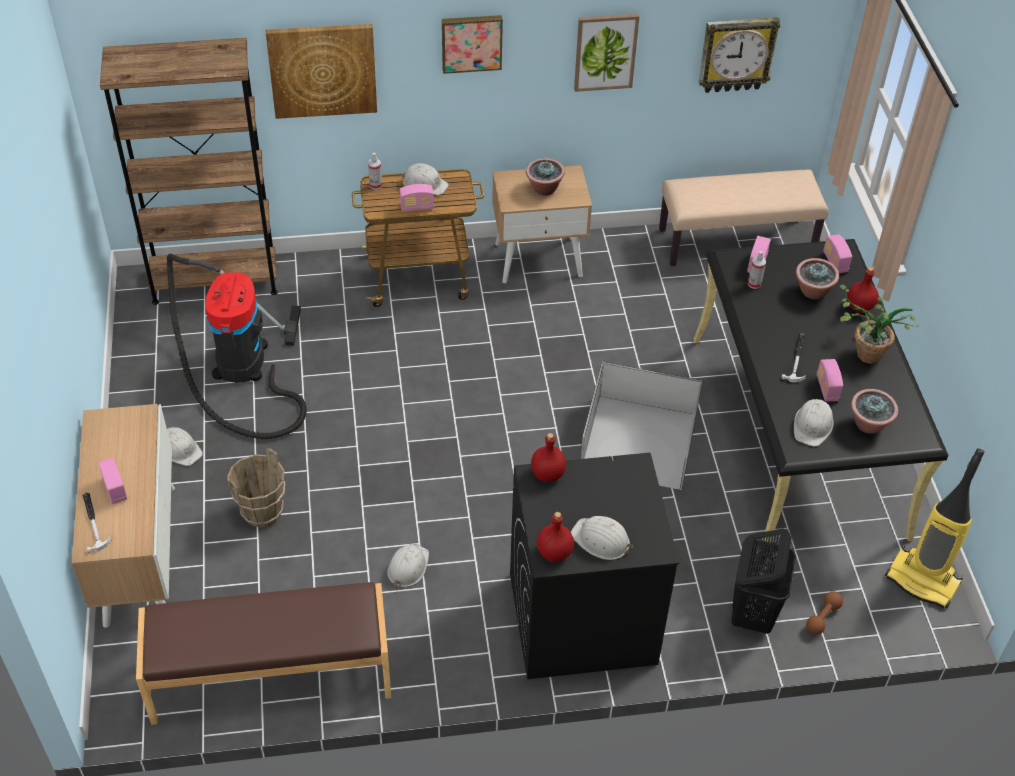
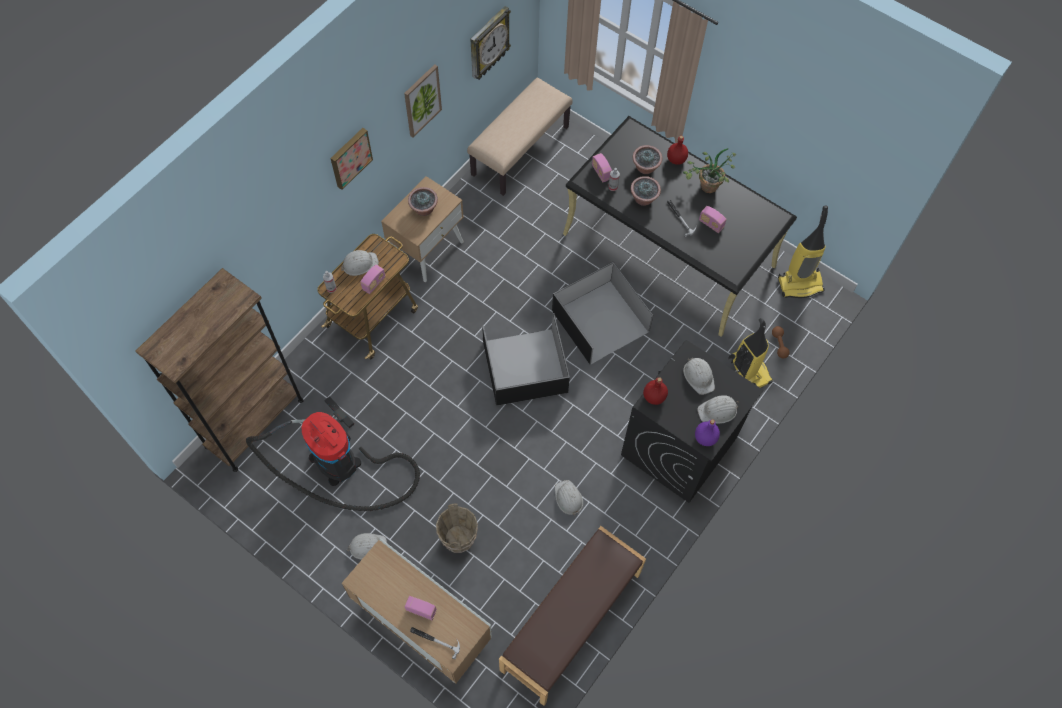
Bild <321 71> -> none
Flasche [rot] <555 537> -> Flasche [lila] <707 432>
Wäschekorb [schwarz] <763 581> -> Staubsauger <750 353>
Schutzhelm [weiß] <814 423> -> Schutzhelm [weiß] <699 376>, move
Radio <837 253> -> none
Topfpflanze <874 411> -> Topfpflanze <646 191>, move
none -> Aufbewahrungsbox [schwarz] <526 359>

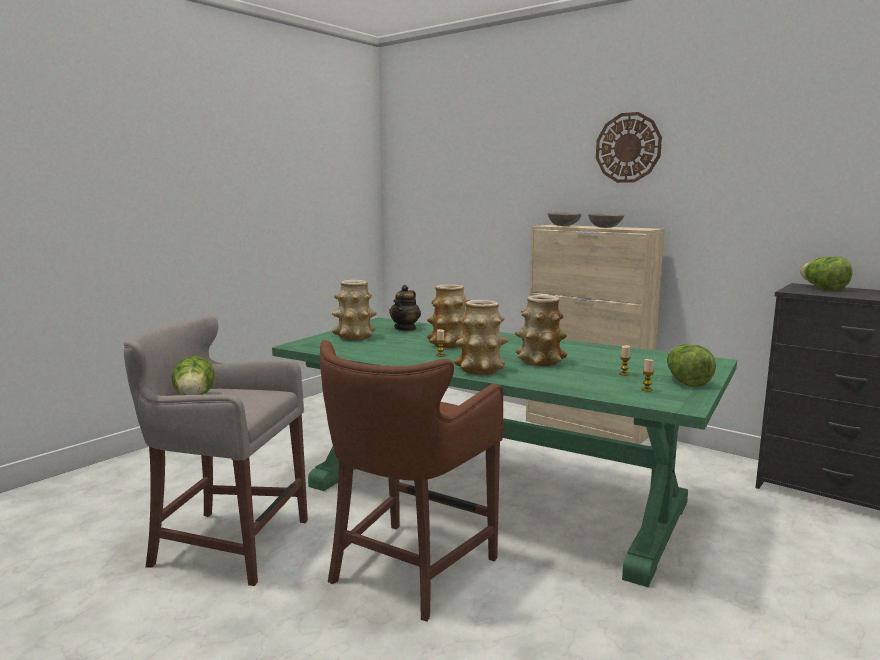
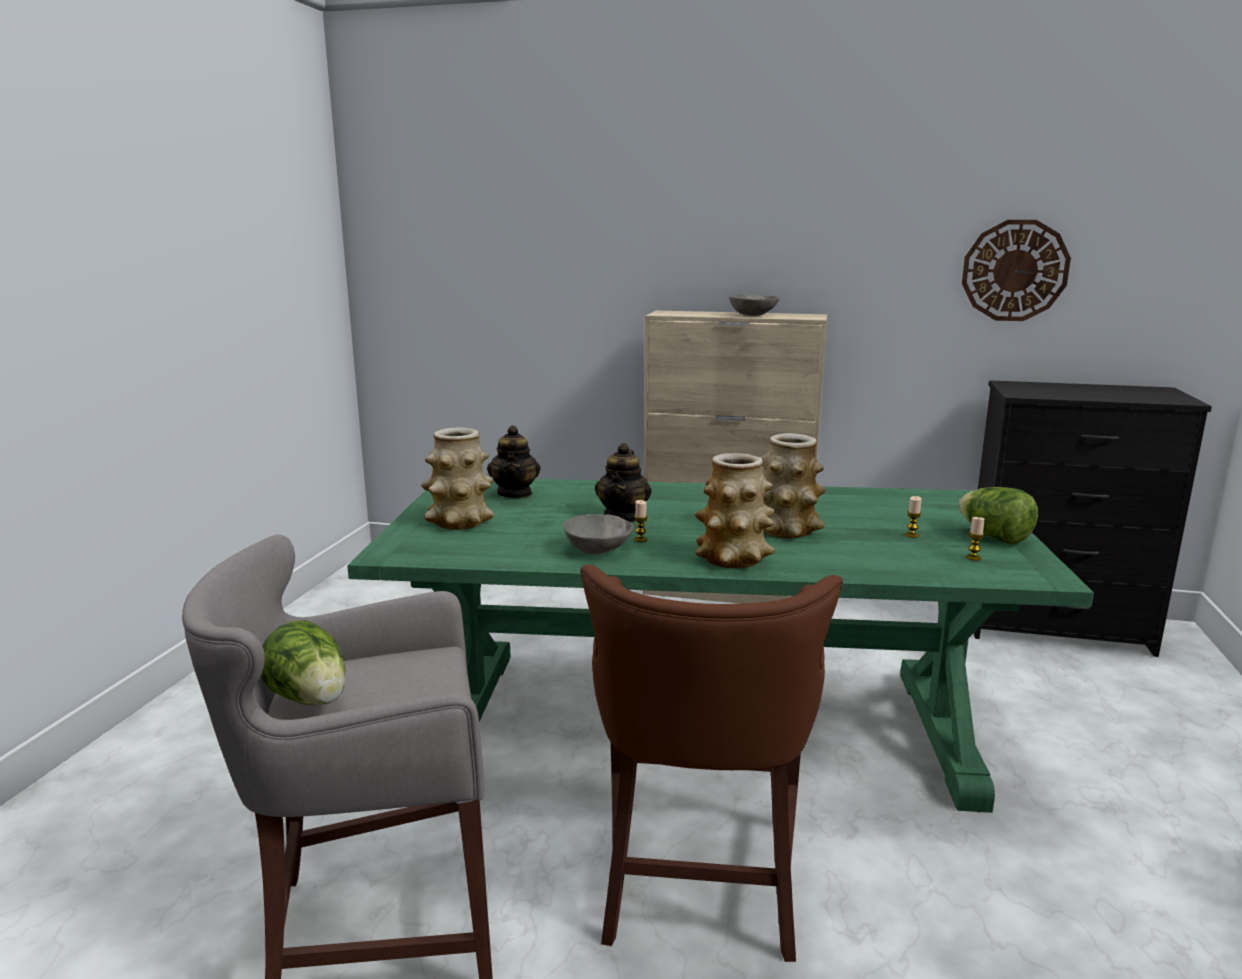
Vase <448 316> -> Teekanne <623 482>
Schüssel [grau] <564 219> -> Schüssel [grau] <598 534>, move
Wanduhr <629 147> -> Wanduhr <1016 270>, move
Salatkopf <826 273> -> none

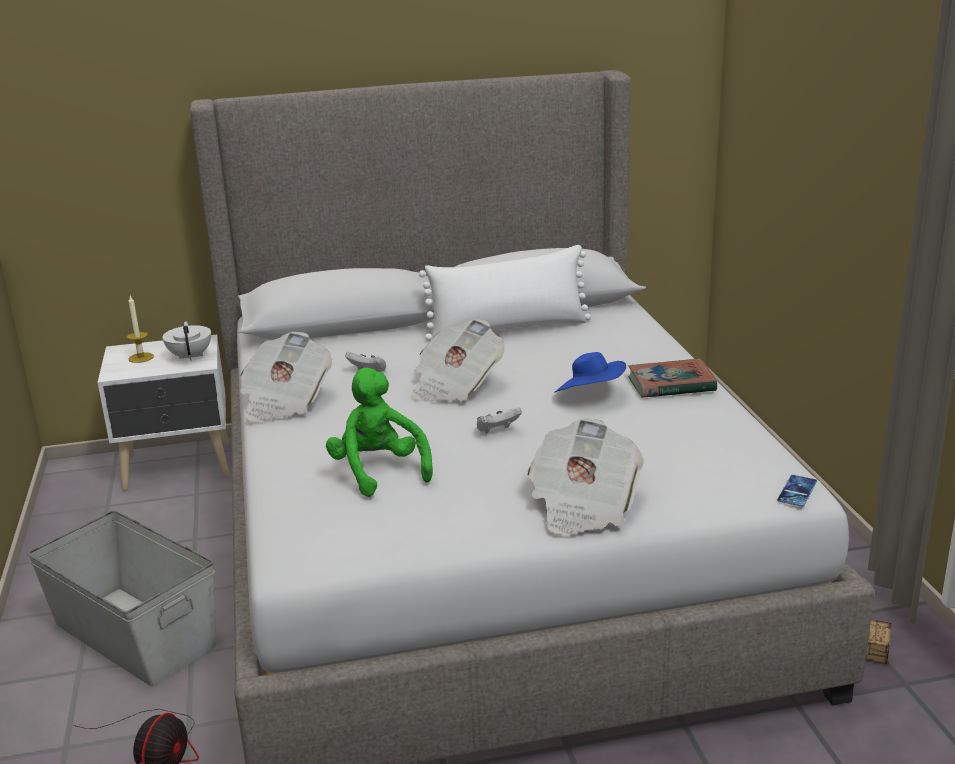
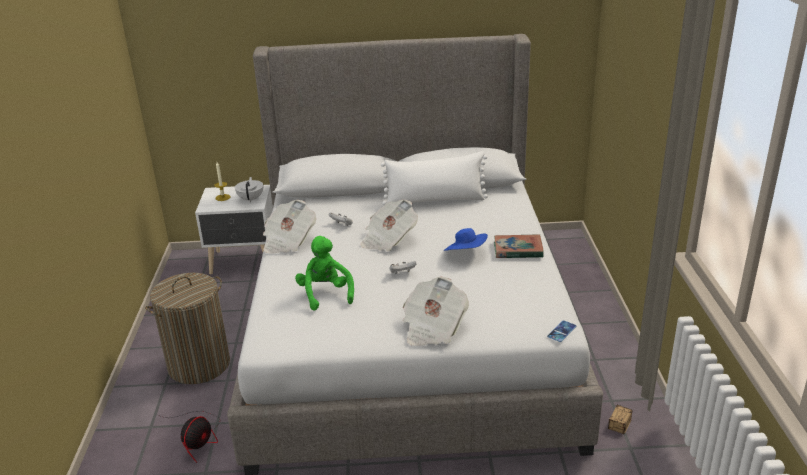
Aufbewahrungsbox [grau] <121 598> -> Wäschekorb <187 328>

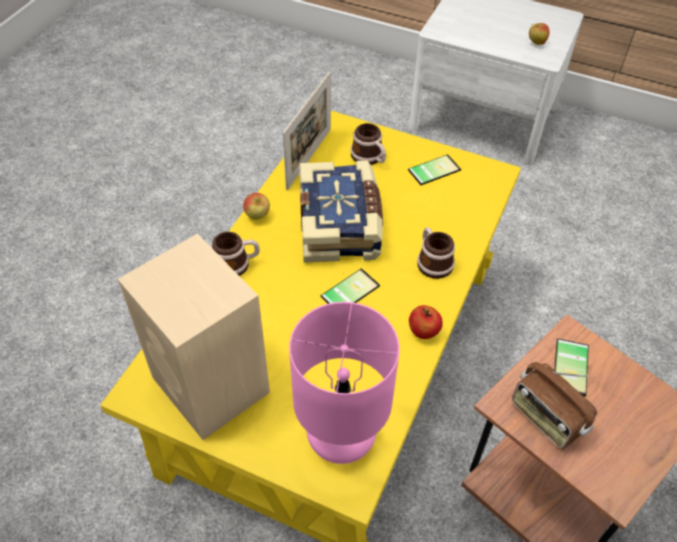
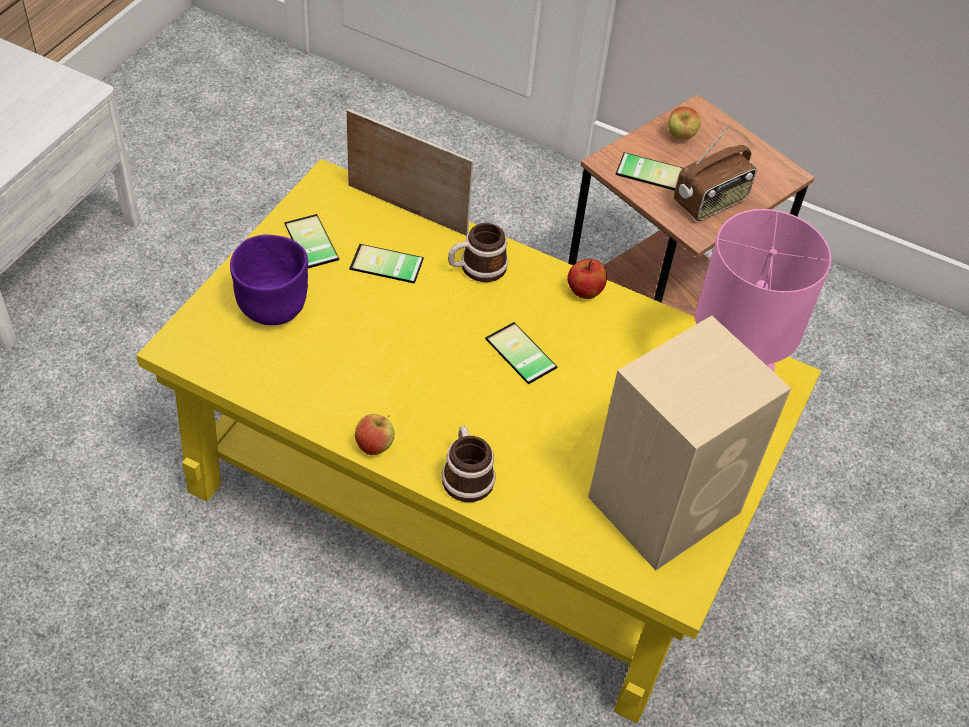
Bilderrahmen <307 130> -> Bilderrahmen <410 172>, move
Buch <341 211> -> none
Henkelbecher <368 144> -> Schüssel [lila] <269 279>
Apfel <539 34> -> Apfel <684 123>, move
none -> Handy <387 264>

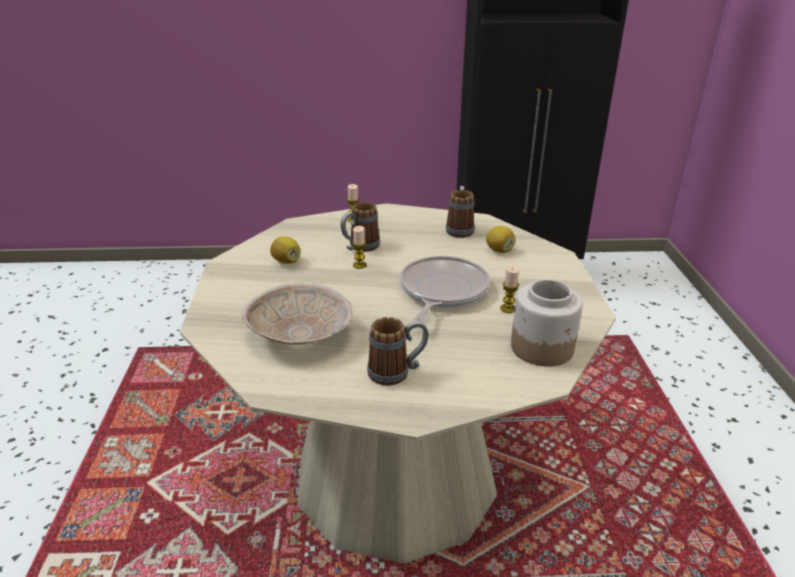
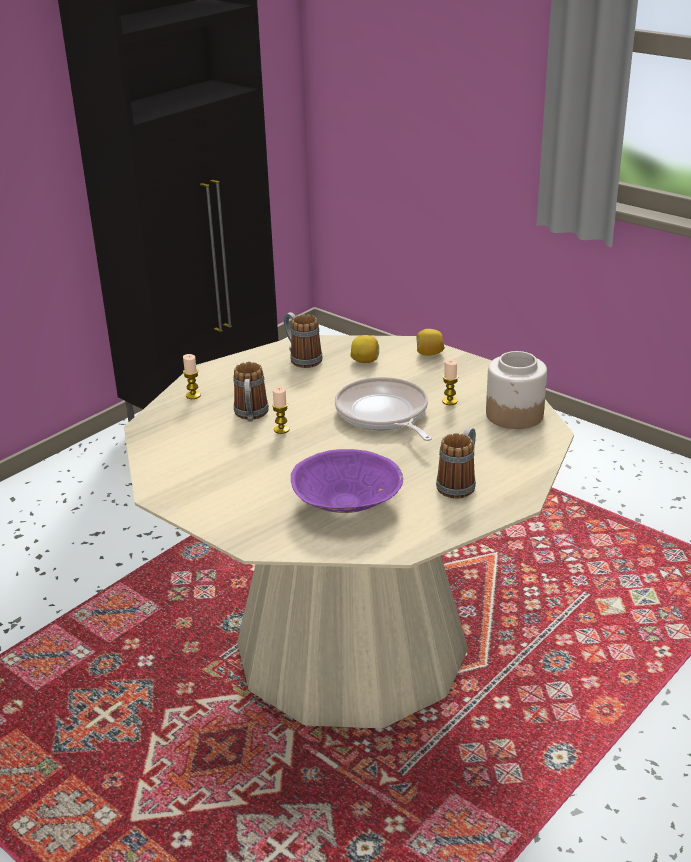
Schüssel [beige] <297 314> -> Schüssel [lila] <347 481>
Zitrone <285 250> -> Zitrone <431 342>, move

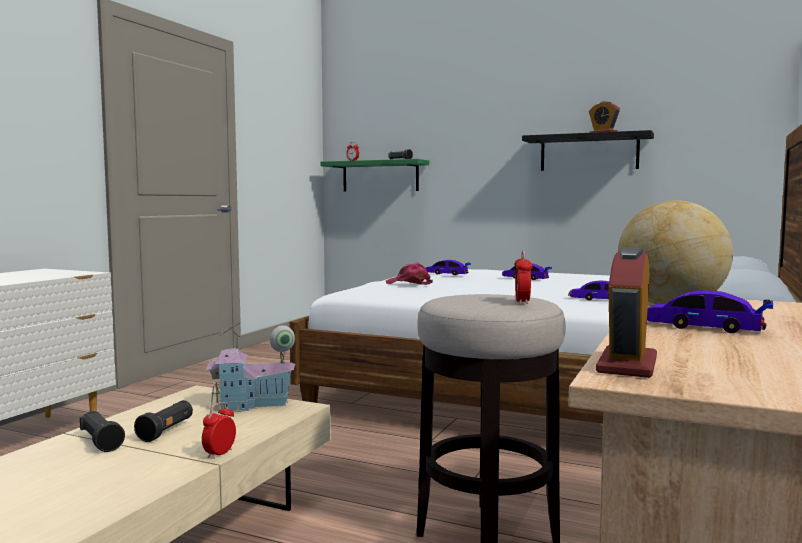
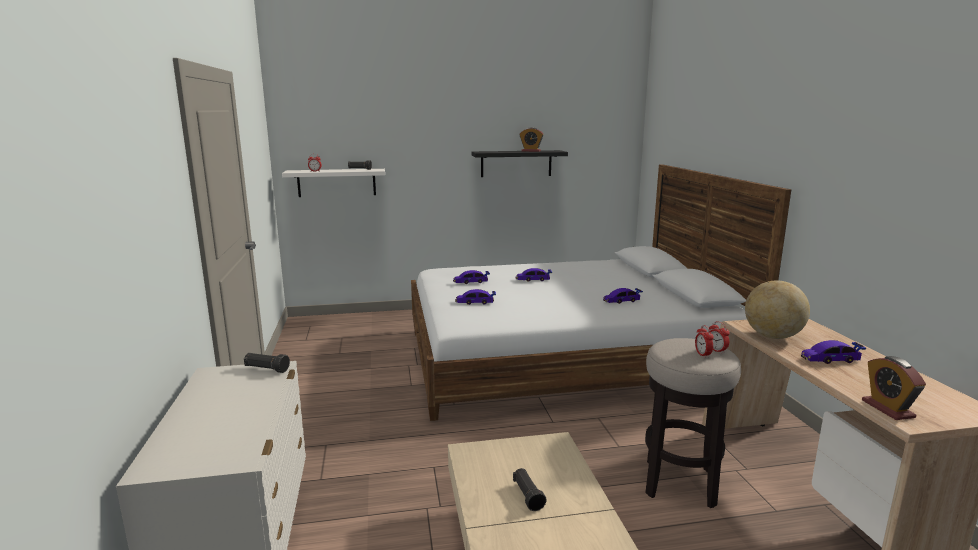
Taschenlampe [schwarz] <102 431> -> Taschenlampe [schwarz] <267 363>, move
Wecker <219 430> -> Wecker <704 341>, move
Spielzeughaus <250 367> -> none
Wandregal [grün] <374 175> -> Wandregal [weiß] <333 183>
Kappe [rosa] <409 273> -> Spielzeugauto <475 297>

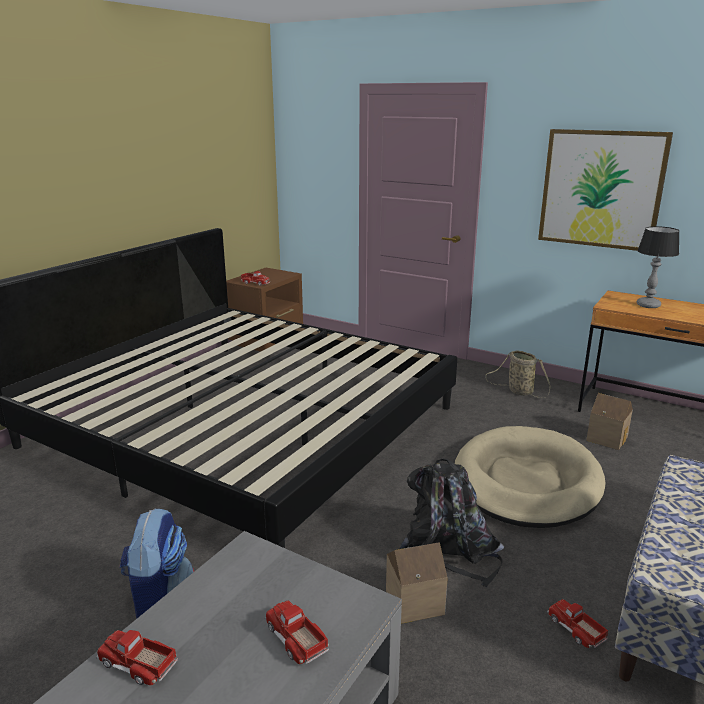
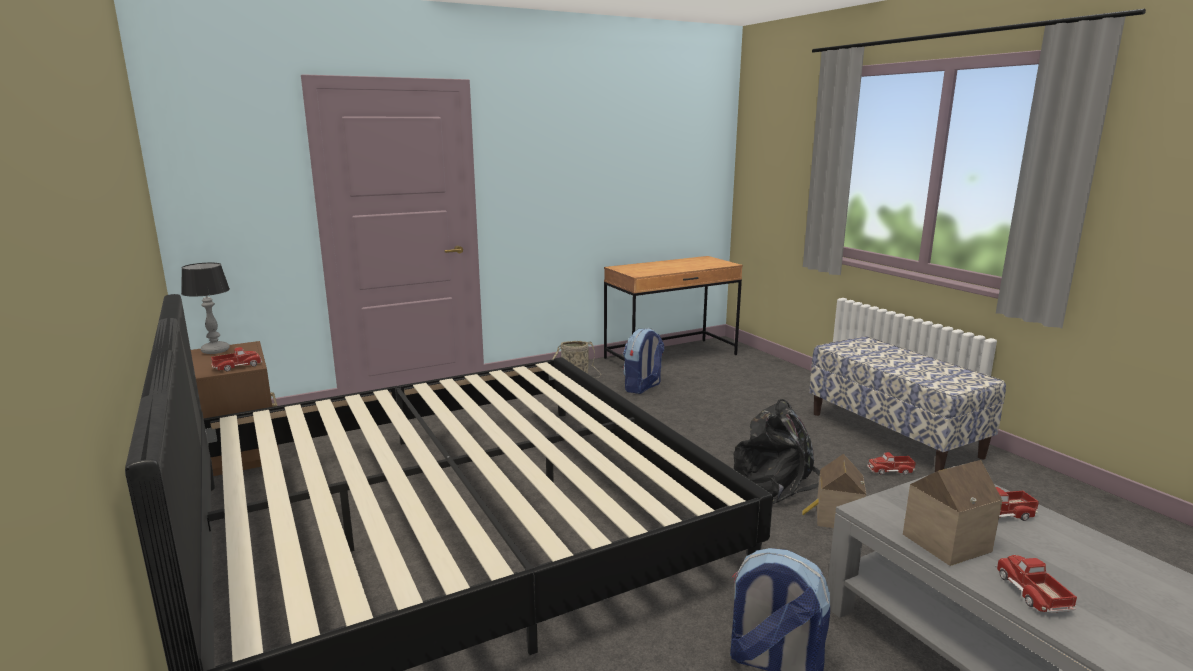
Spielzeuglaster <137 657> -> Spielzeuglaster <1036 584>, 120 degrees clockwise
Hundebett [beige] <530 477> -> none
Bild <605 190> -> none
Spielzeughaus <609 421> -> Spielzeughaus <952 513>, move
Tischlampe <658 267> -> Tischlampe <205 308>, move
none -> Rucksack <643 361>

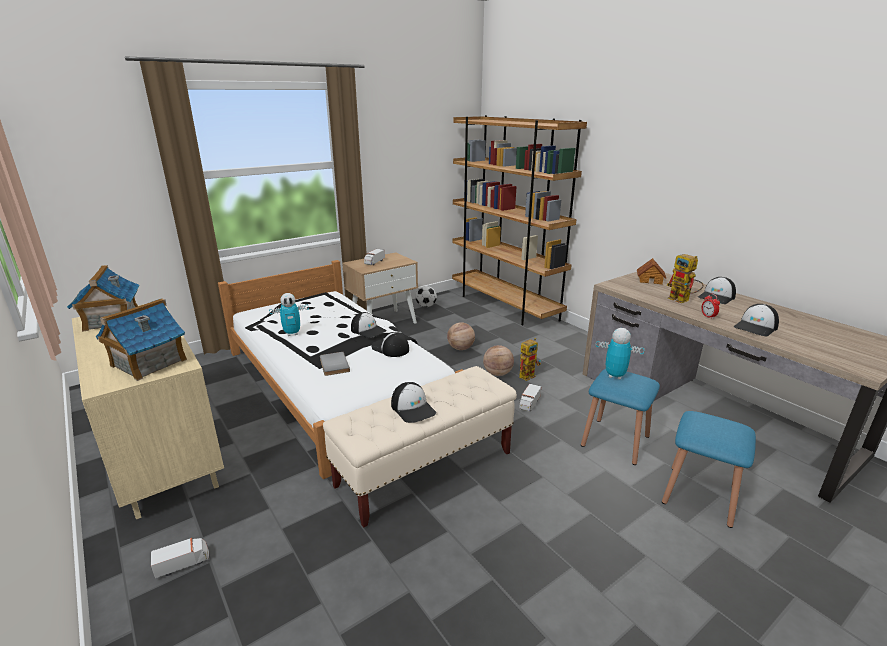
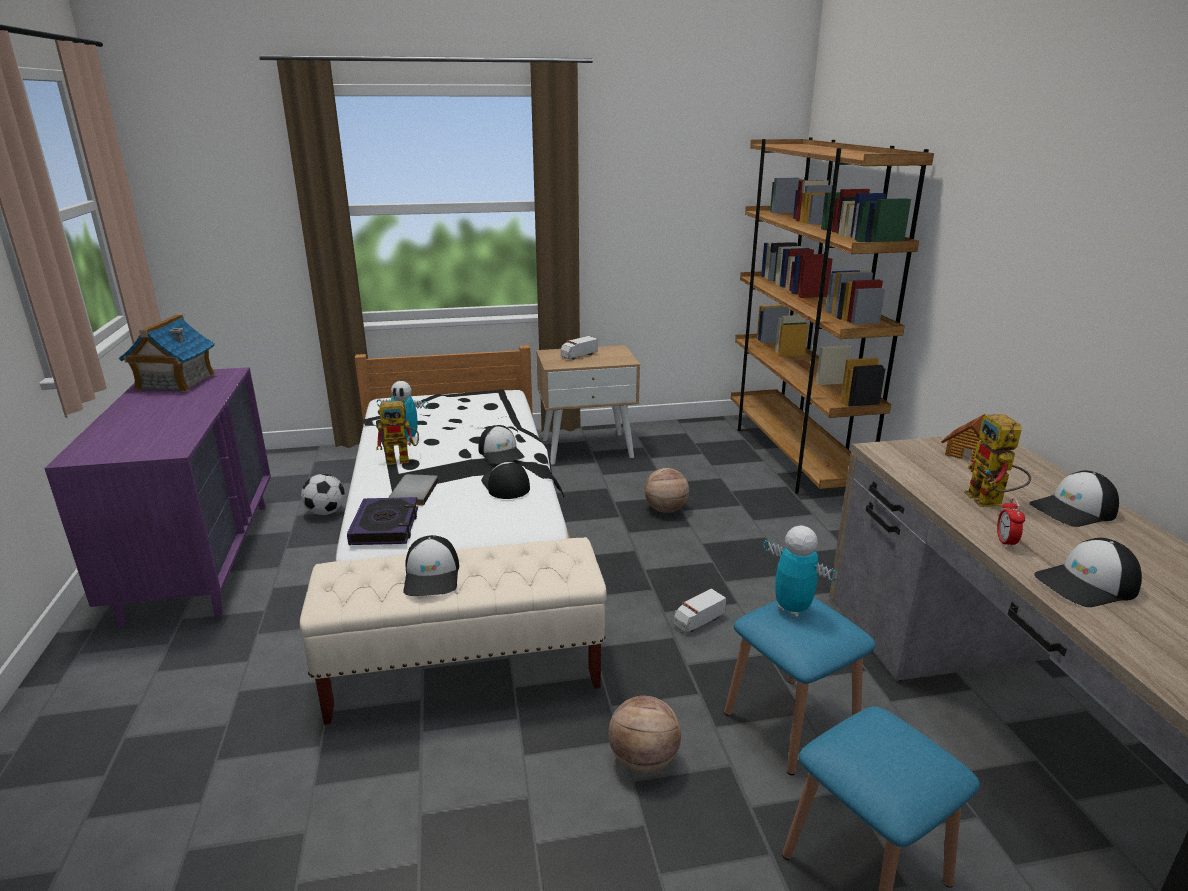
Kommode [beige] <148 412> -> Kommode [lila] <157 497>
Spielzeughaus <141 339> -> none
Spielzeuglaster <180 558> -> none
Fußball <426 296> -> Fußball <323 494>, move
Basketball <498 360> -> Basketball <644 734>, move
Spielzeugroboter <530 359> -> Spielzeugroboter <397 432>, move
none -> Buch <382 521>

